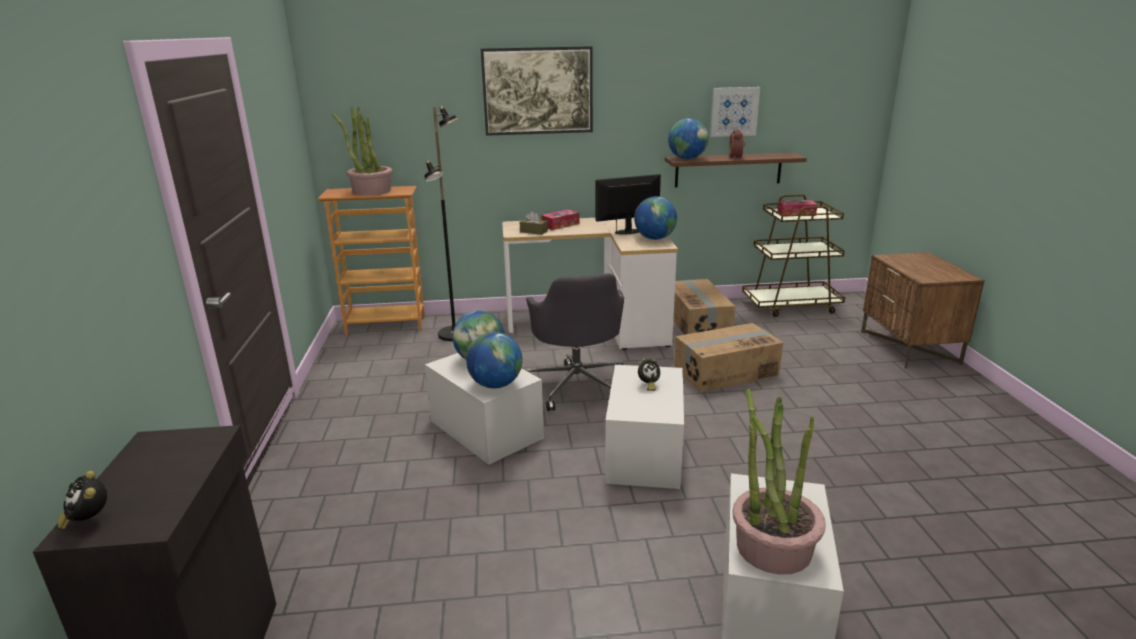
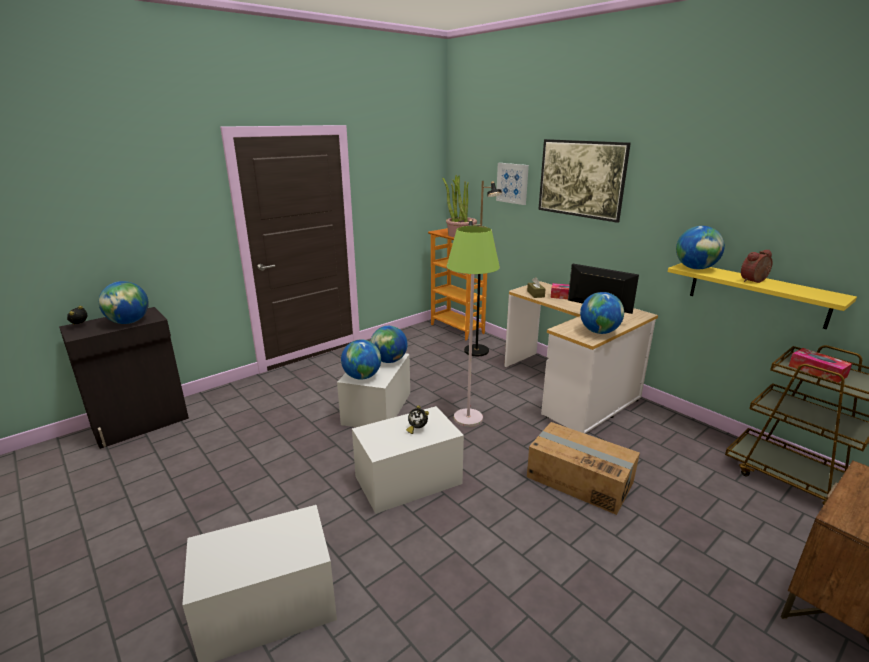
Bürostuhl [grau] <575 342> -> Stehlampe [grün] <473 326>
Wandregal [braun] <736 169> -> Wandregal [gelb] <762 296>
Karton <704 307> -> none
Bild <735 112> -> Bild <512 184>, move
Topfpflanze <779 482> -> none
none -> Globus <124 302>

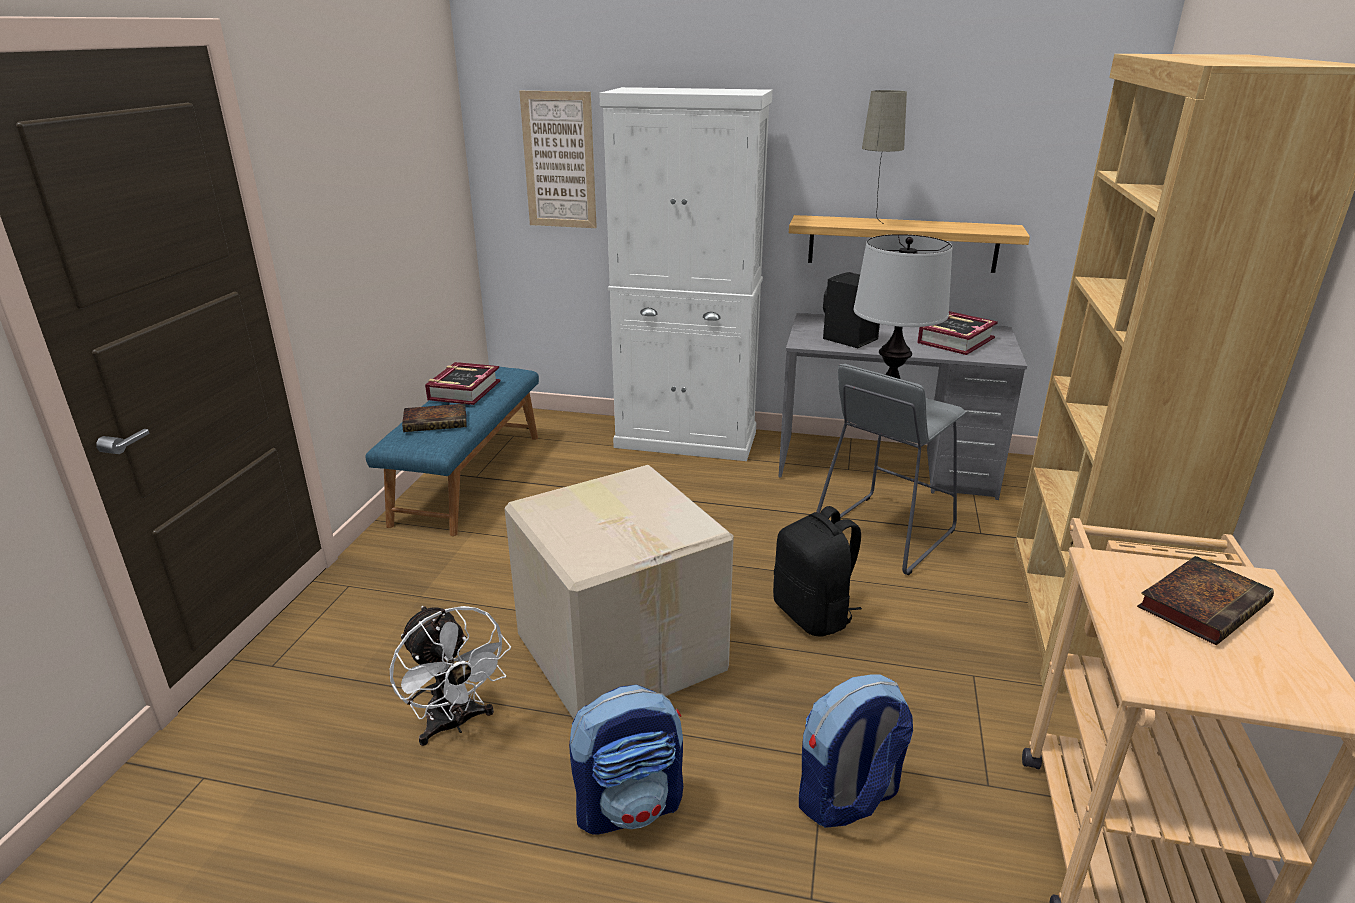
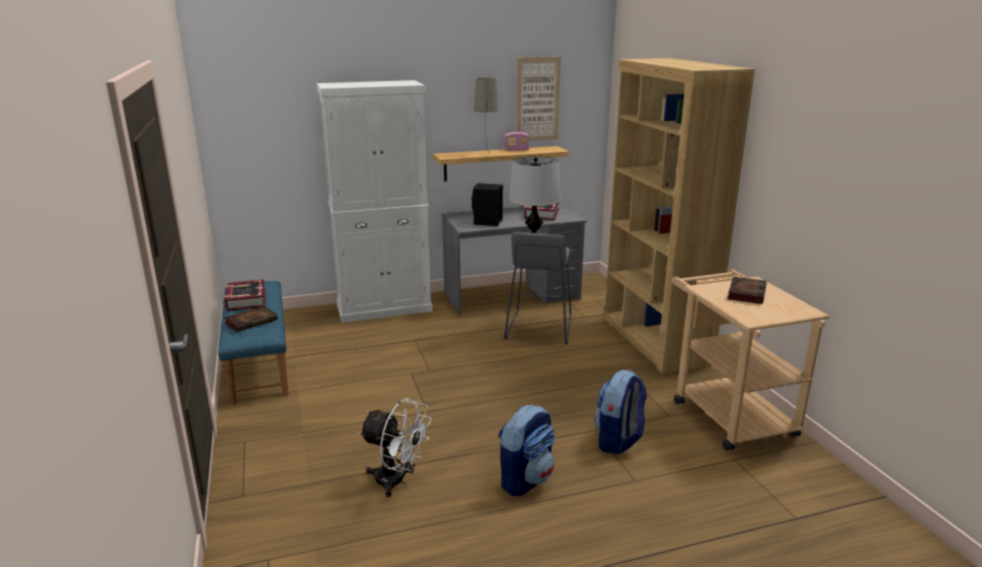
Karton <619 592> -> none
Bild <558 159> -> Bild <538 98>, move
Rucksack [schwarz] <817 571> -> none
none -> Radio <517 141>

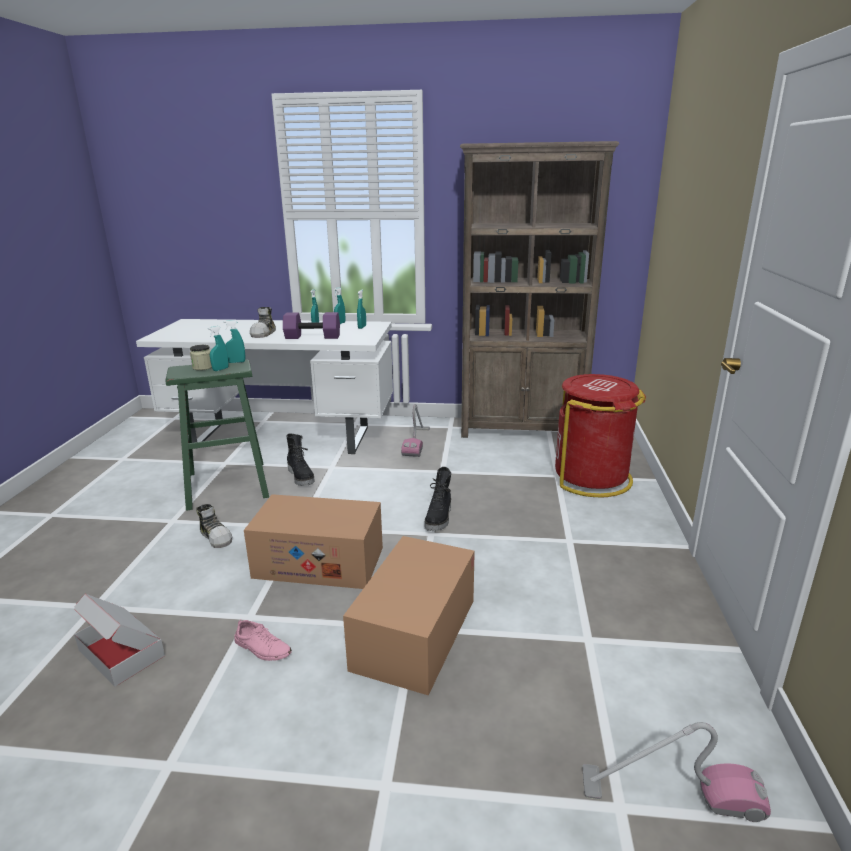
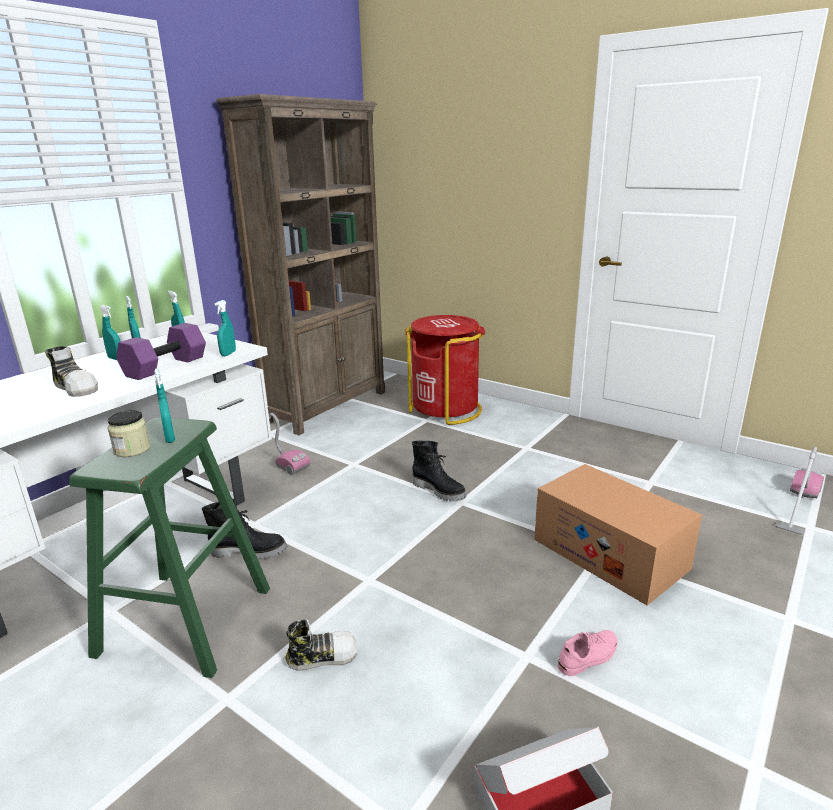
Sprühflasche [türkis] <234 341> -> Sprühflasche [türkis] <225 328>, move
Karton <313 541> -> none

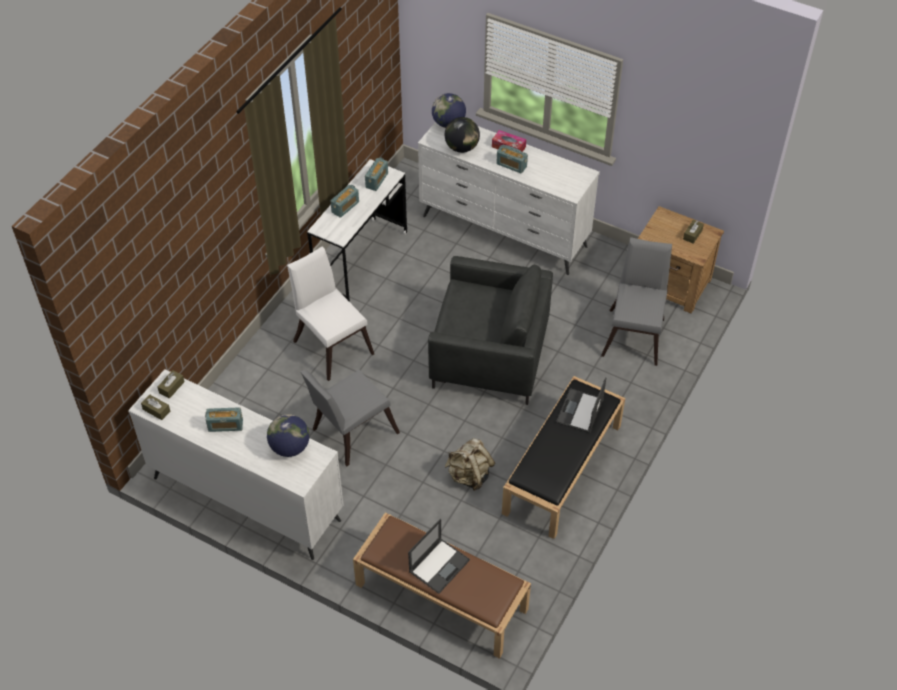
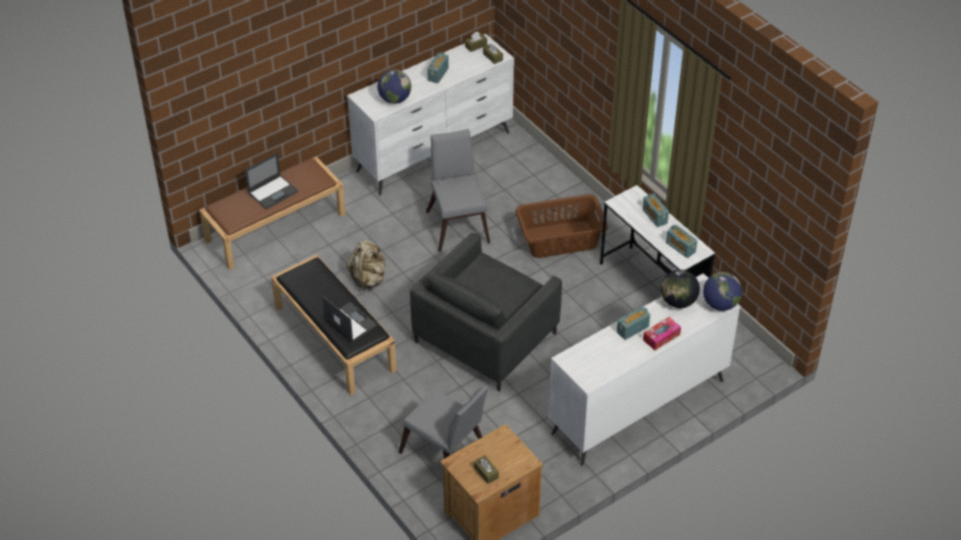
Stuhl [weiß] <330 313> -> Wäschekorb [braun] <562 226>
Laptop <439 556> -> Laptop <271 181>, 105 degrees counterclockwise

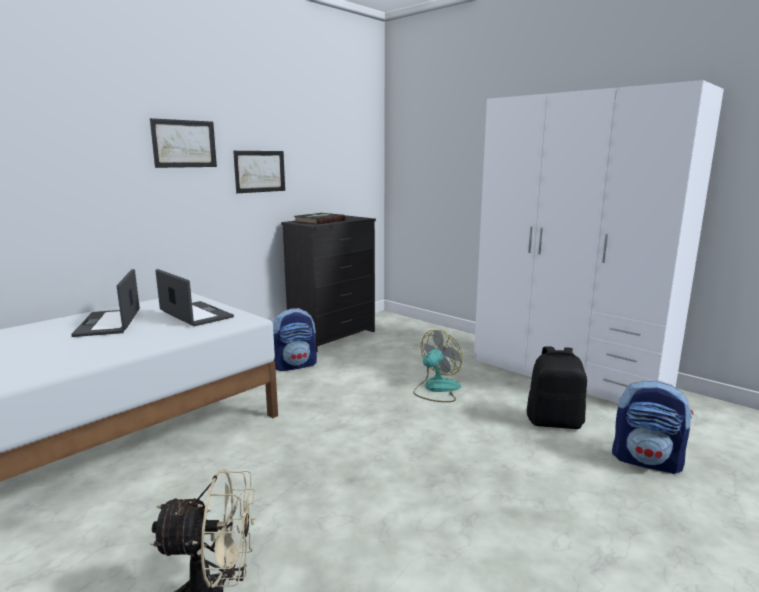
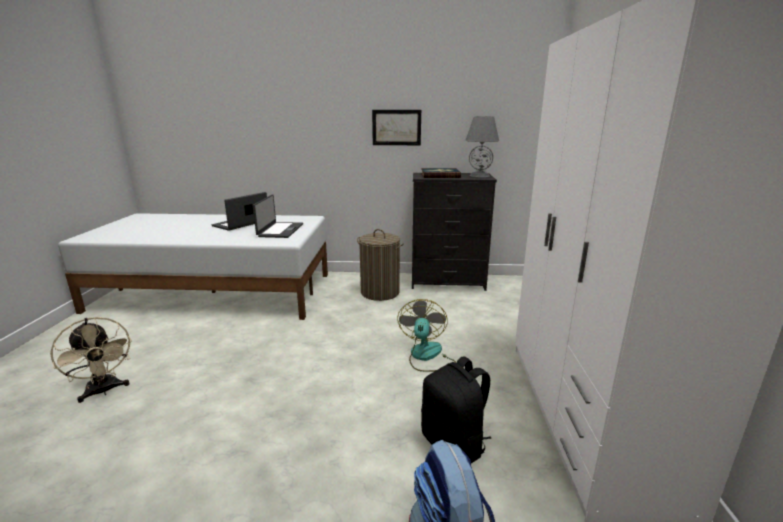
Bild <183 143> -> none
Rucksack <295 339> -> Wäschekorb <380 265>
Ventilator <437 366> -> Ventilator <426 335>, 90 degrees counterclockwise
none -> Tischlampe [grau] <482 147>

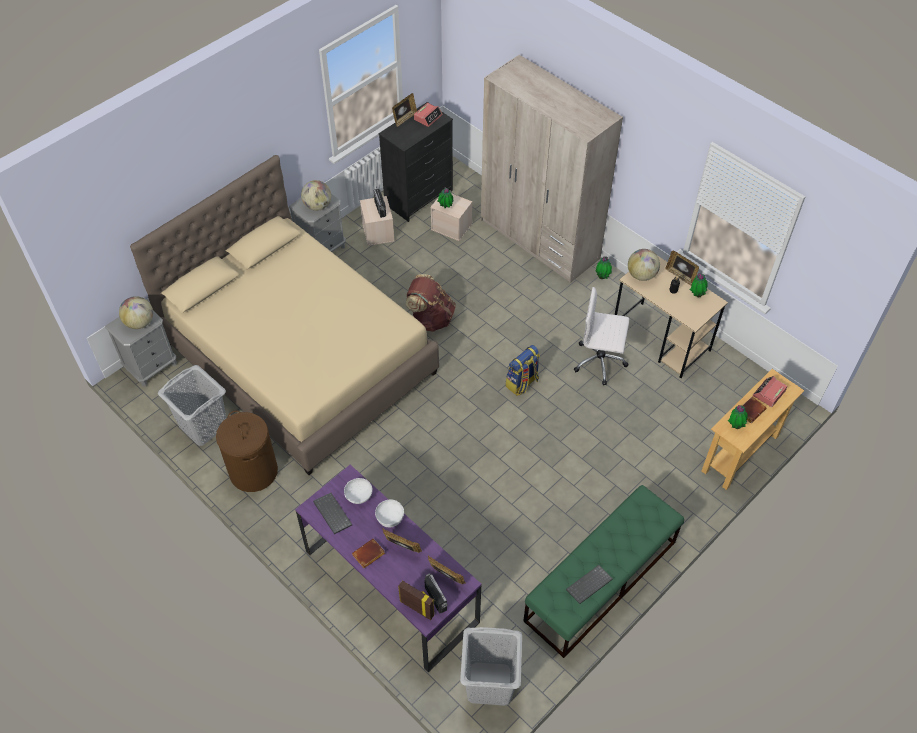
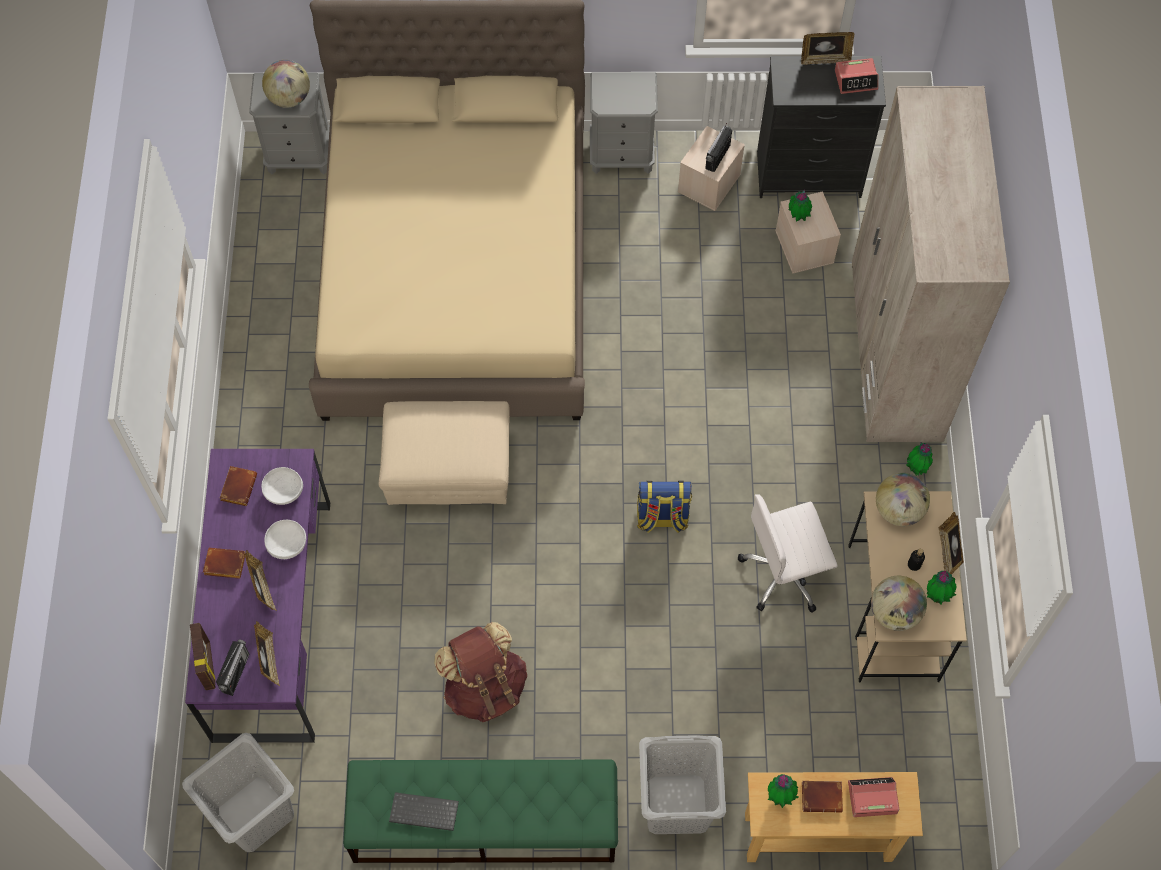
Wäschekorb [grau] <192 405> -> Wäschekorb [grau] <682 784>, move
Wäschekorb [braun] <247 451> -> none
Globus <316 195> -> Globus <899 603>, move
Tastatur <332 513> -> Buch [braun] <238 486>
Rucksack [braun] <431 303> -> Rucksack [braun] <480 672>, move
Bürostuhl [weiß] <601 336> -> Bürostuhl [weiß] <788 553>, 75 degrees counterclockwise
none -> Polsterhocker [beige] <444 453>

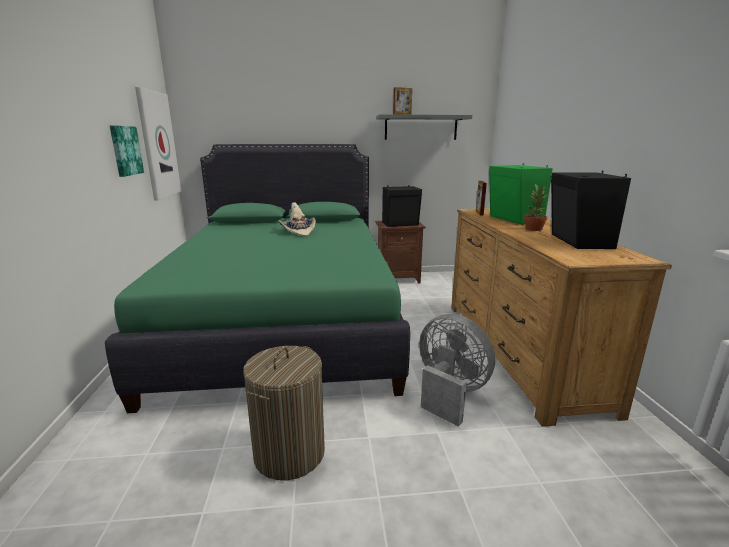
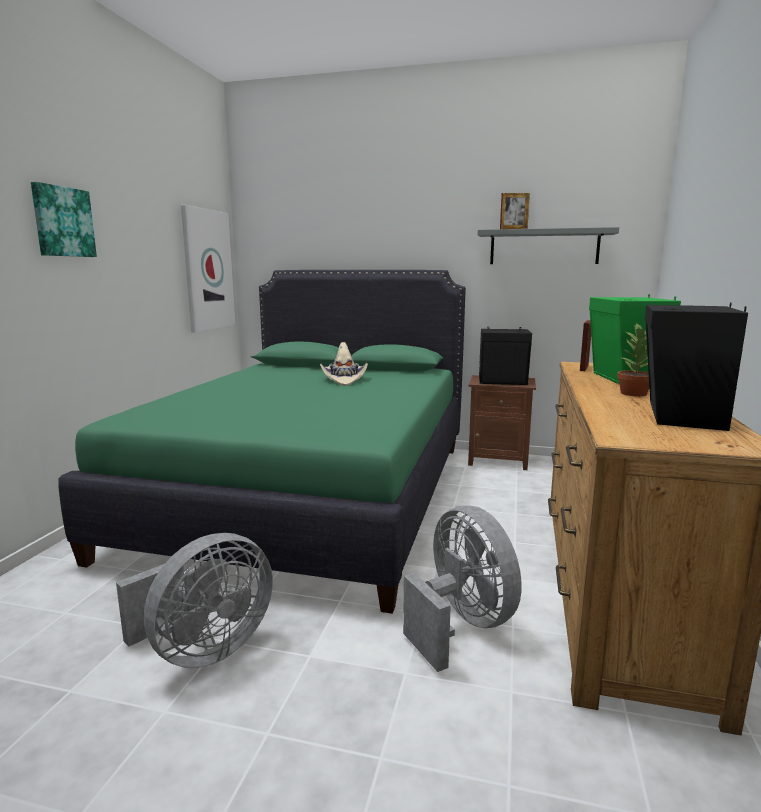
Bild <127 151> -> Bild <64 219>, move
Wäschekorb <284 413> -> Ventilator [grau] <194 600>

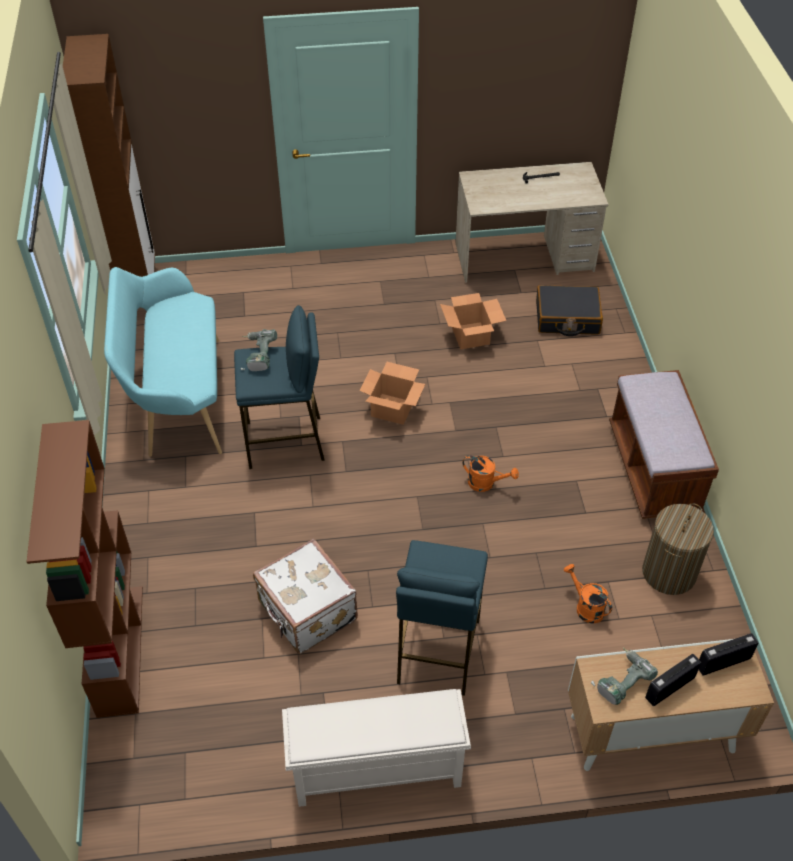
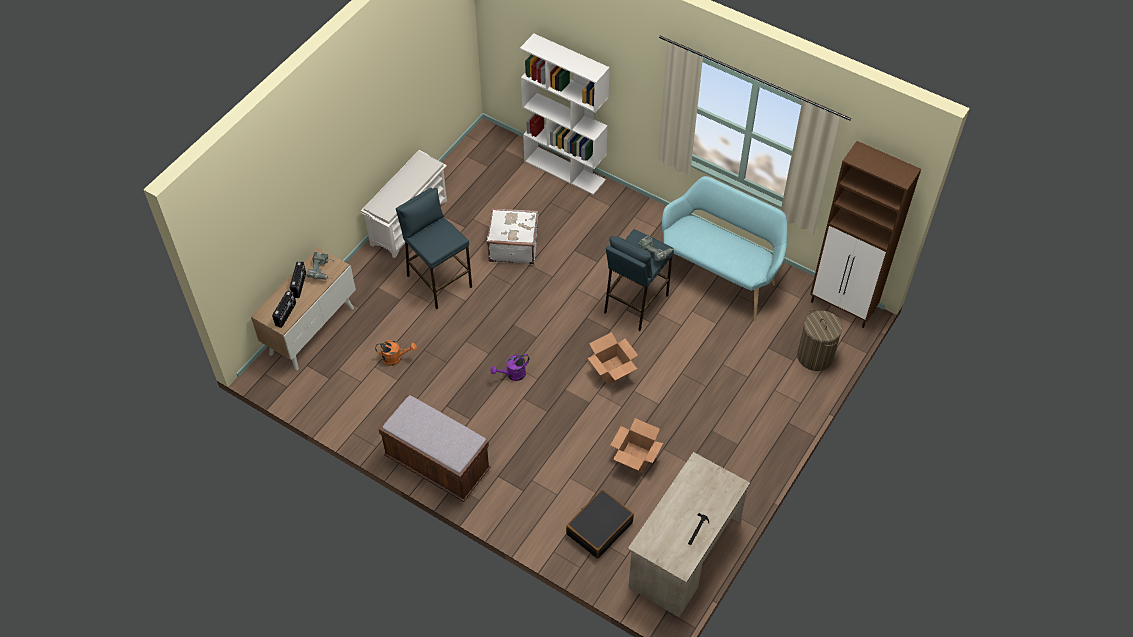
Bücherregal [braun] <85 569> -> Bücherregal [weiß] <565 114>
Gießkanne [orange] <490 473> -> Gießkanne [lila] <510 367>
Wäschekorb <678 549> -> Wäschekorb <819 340>, move

